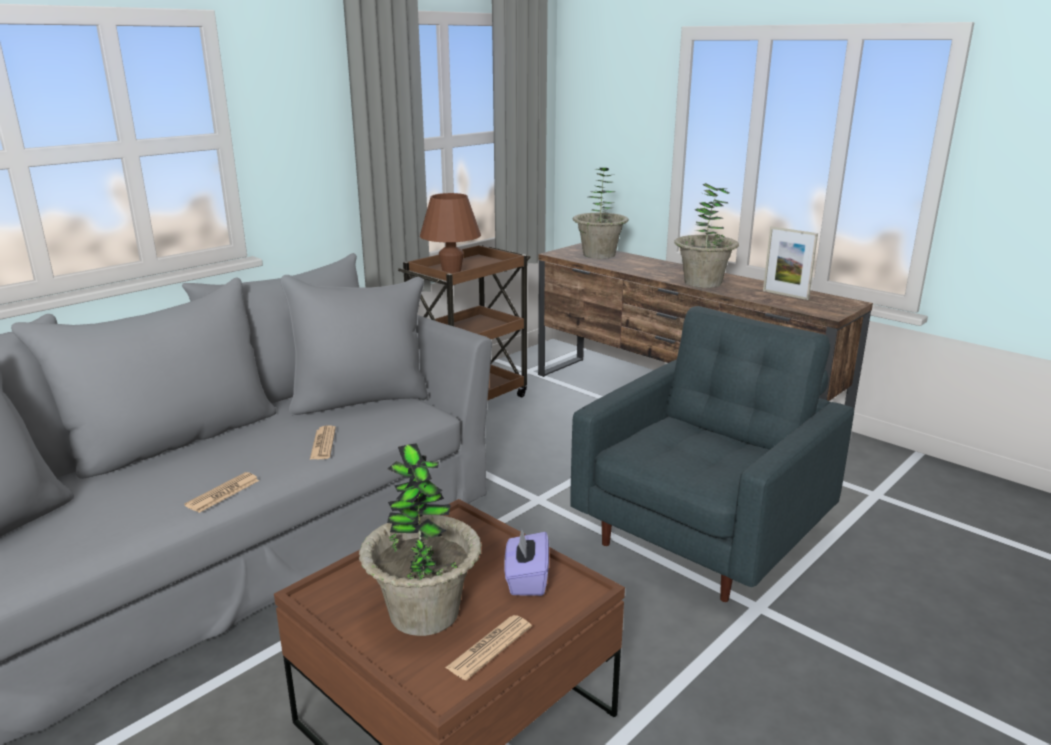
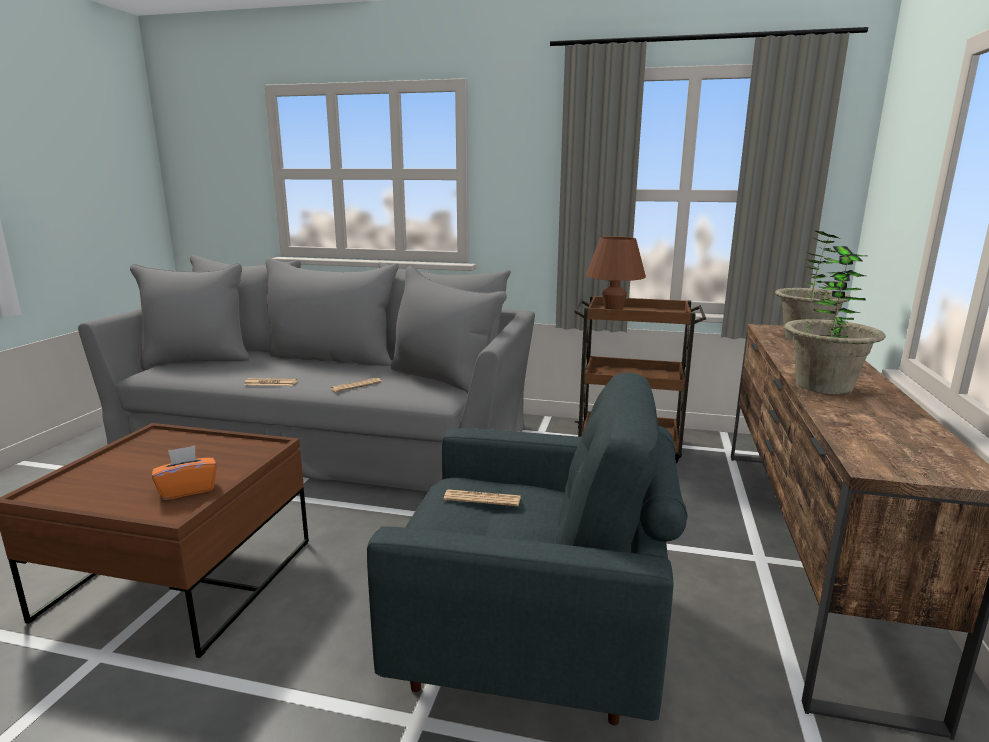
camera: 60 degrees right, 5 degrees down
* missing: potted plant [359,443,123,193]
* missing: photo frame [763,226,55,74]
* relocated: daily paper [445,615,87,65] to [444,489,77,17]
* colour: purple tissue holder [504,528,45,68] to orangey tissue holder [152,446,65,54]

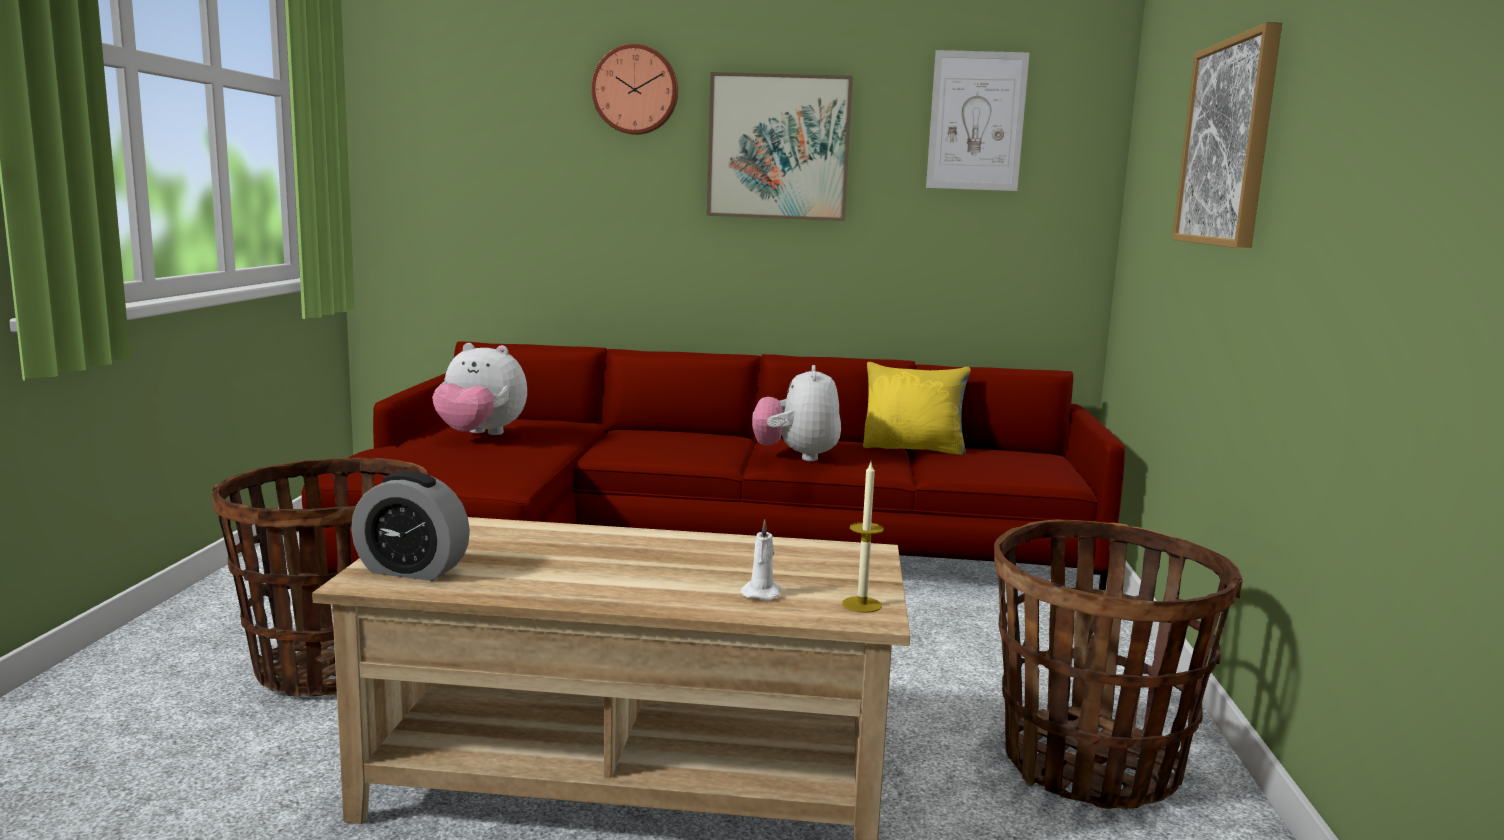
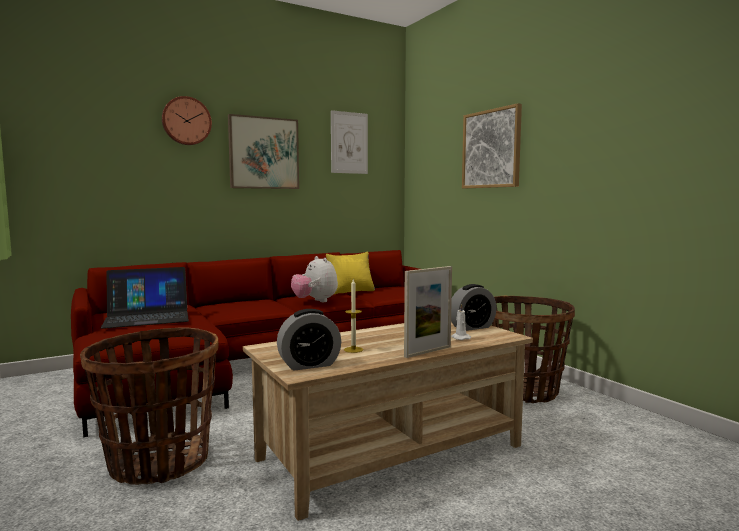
camera: 35 degrees left, 5 degrees down
* appeared: photo frame [404,266,48,92]
* appeared: table clock [451,284,45,47]
* relocated: wax candle [842,462,42,151] to [344,279,19,74]
* exchanged: cuddly toy [432,343,95,92] to laptop [101,267,88,62]

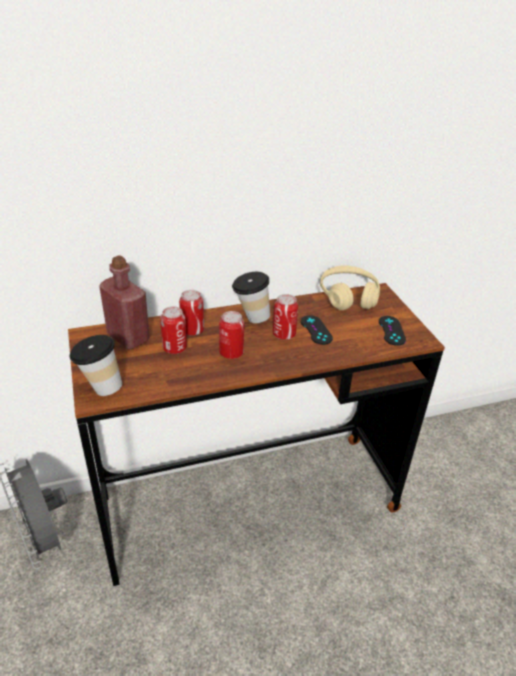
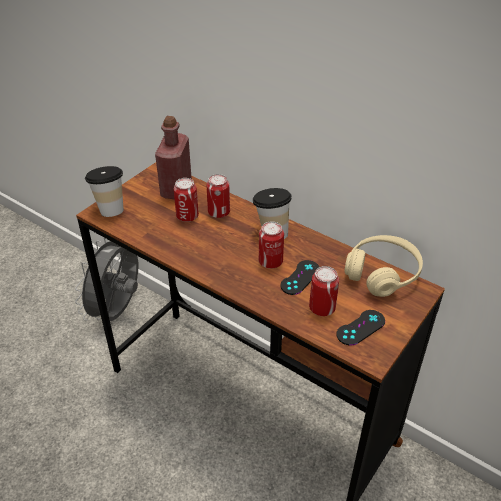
camera: 55 degrees right, 5 degrees up
* relocated: sealed can [219,311,25,48] to [309,266,30,50]

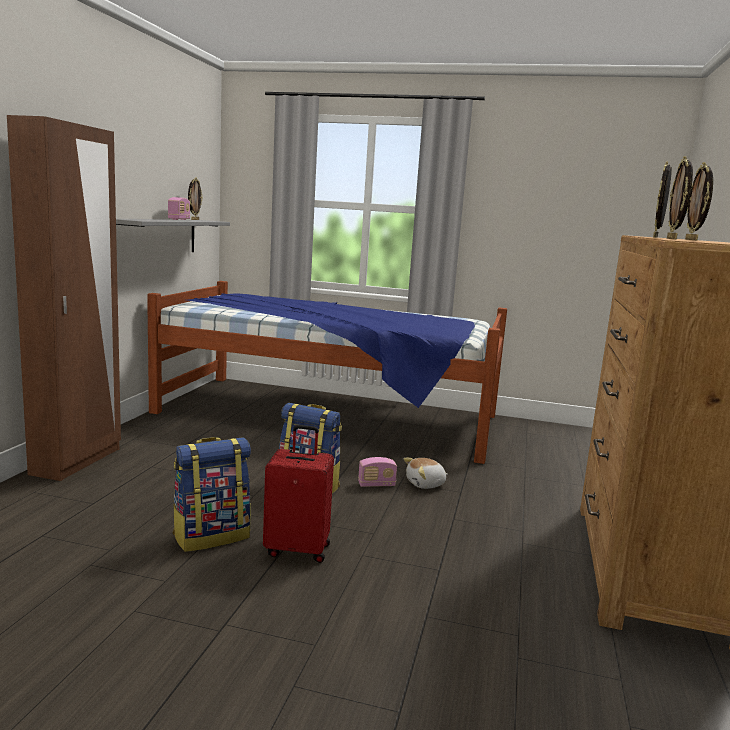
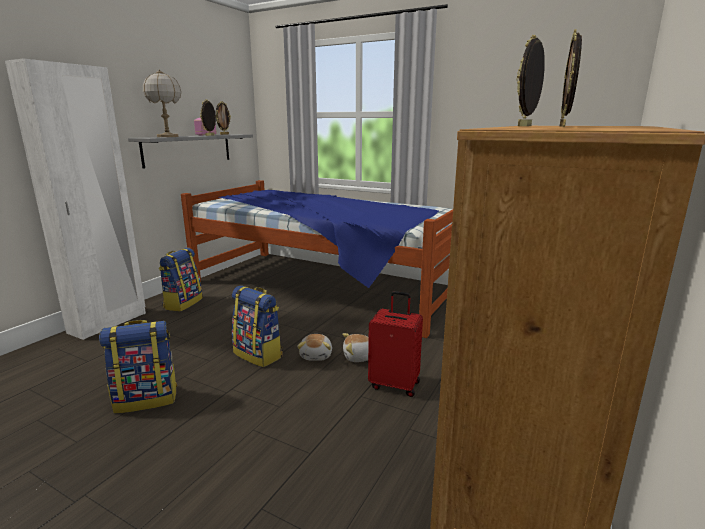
camera: 15 degrees right, 5 degrees up
* appeared: table lamp [143,69,38,68]
* appeared: knapsack [159,248,44,64]
* relocated: red travel case [263,425,71,138] to [368,291,55,106]
* relocated: photo frame [667,156,26,83] to [200,99,16,37]
* exchanged: radio [358,457,39,30] to cuddly toy [297,334,35,27]
* colour: brownish armoire [7,115,114,366] to white armoire [5,58,141,282]

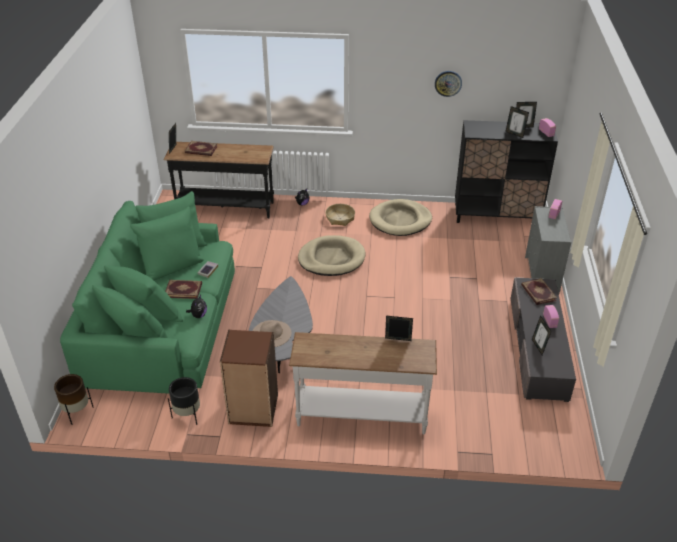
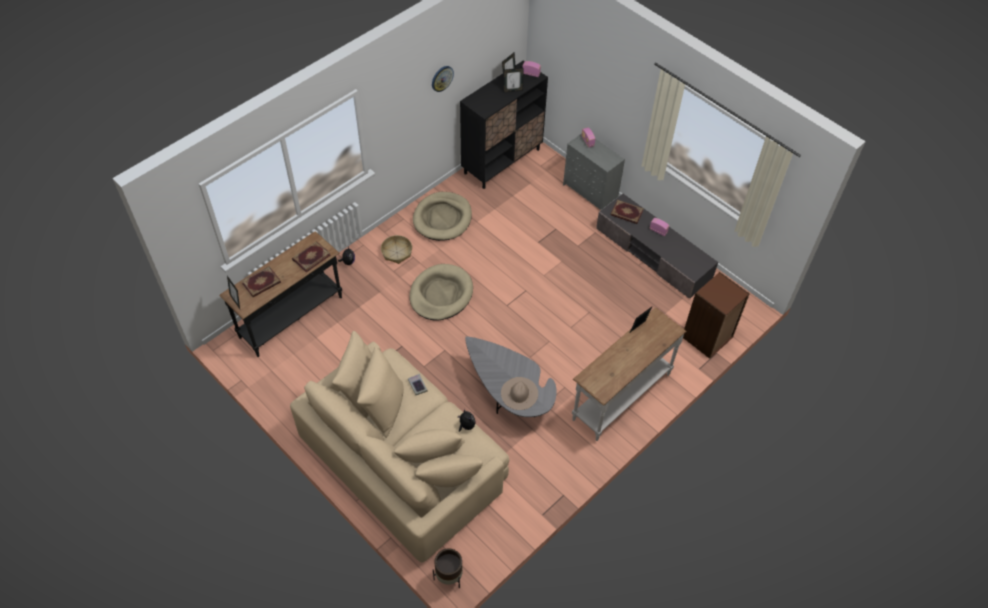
camera: 50 degrees left, 15 degrees up
* missing: blackish planter [168,377,32,48]
* missing: photo frame [532,315,19,40]
* relocated: volume [165,280,37,19] to [292,241,39,31]
* relocated: brownish bookshelf [220,329,58,98] to [683,272,66,87]
* colour: greenish sofa [60,191,175,203] to sand-coloured sofa [290,331,219,232]

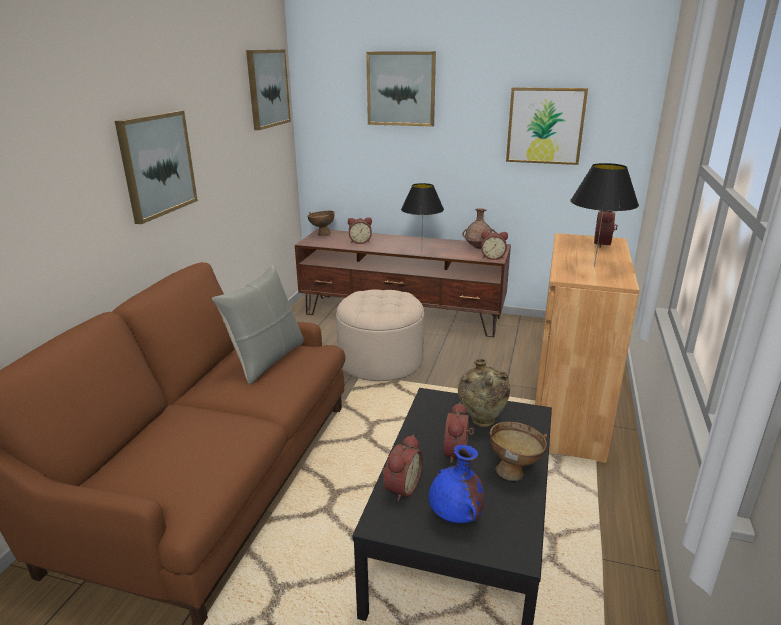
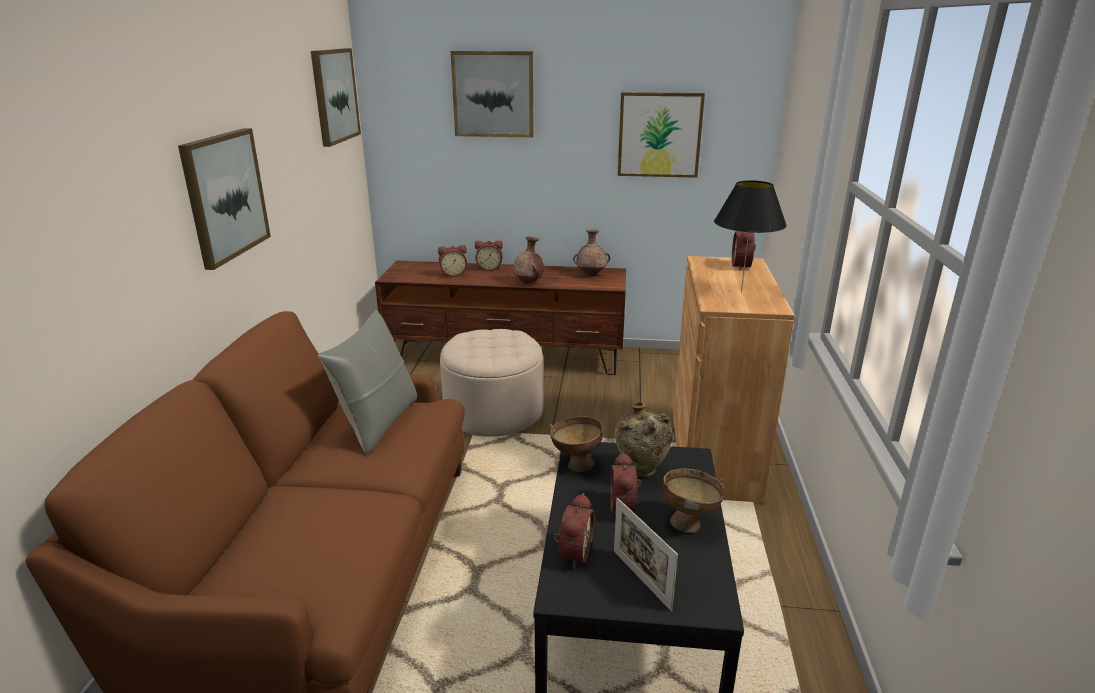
camera: 10 degrees left, 0 degrees up
* relocated: brownish serving bowl [308,211,27,25] to [549,416,55,56]
* relocated: table clock [481,231,27,29] to [475,240,28,31]
* exchanged: blackish table lamp [401,183,43,69] to brownish flower vase [513,236,31,48]
* exchanged: bluish flower vase [429,445,56,78] to photo frame [614,498,64,113]

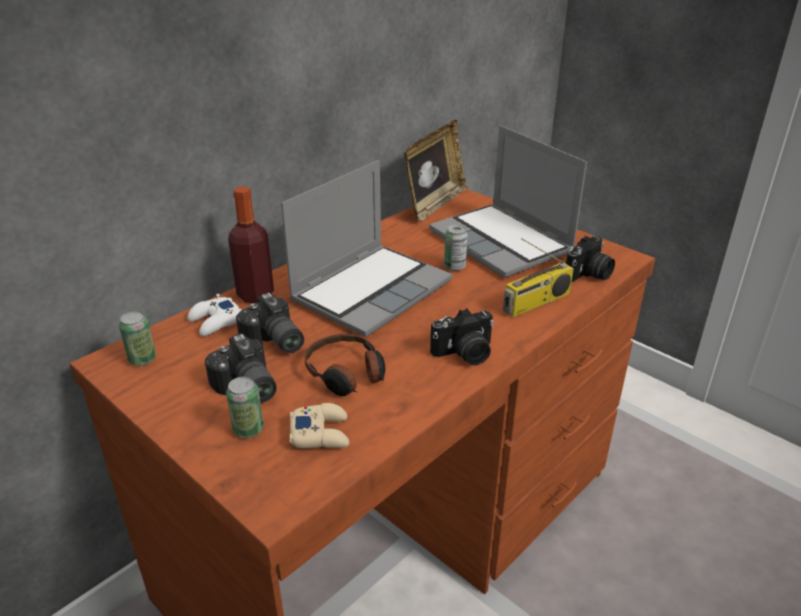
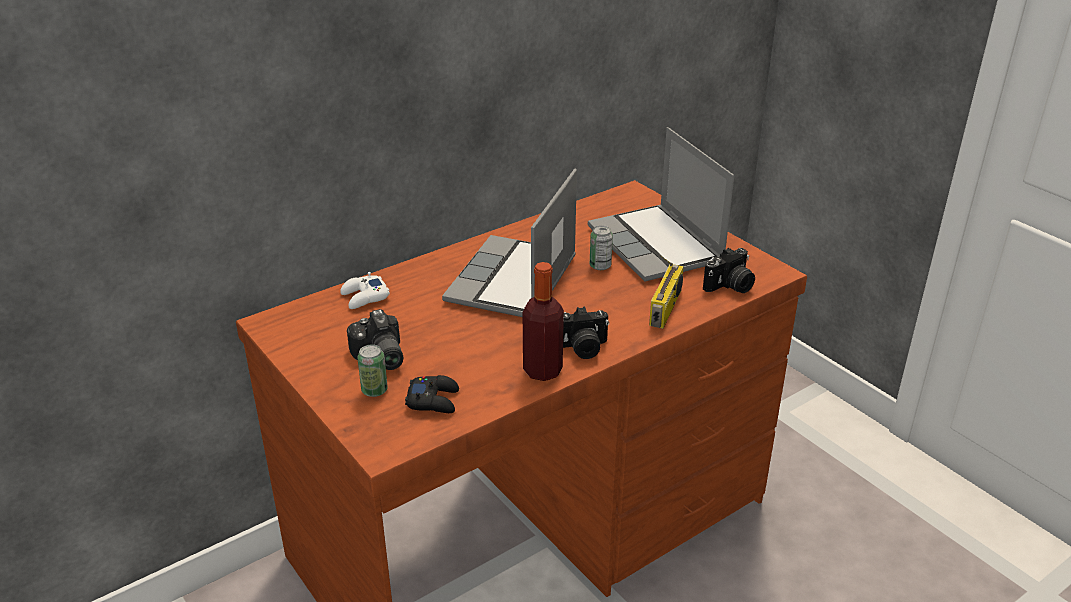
camera: 10 degrees right, 0 degrees up
* missing: sealed can [119,311,37,55]
* missing: still camera [236,292,68,61]
* missing: headphones [305,334,80,62]
* missing: photo frame [404,120,64,102]
* relocated: beverage bottle [228,186,46,117] to [523,262,41,119]
* colour: sand-coloured gamepad [290,403,59,46] to blackish gamepad [405,375,54,38]
* spun: laptop [281,160,172,177] = [442,168,135,149] 150 degrees clockwise
* spun: radio [503,238,71,79] = [649,254,35,75] 45 degrees counterclockwise

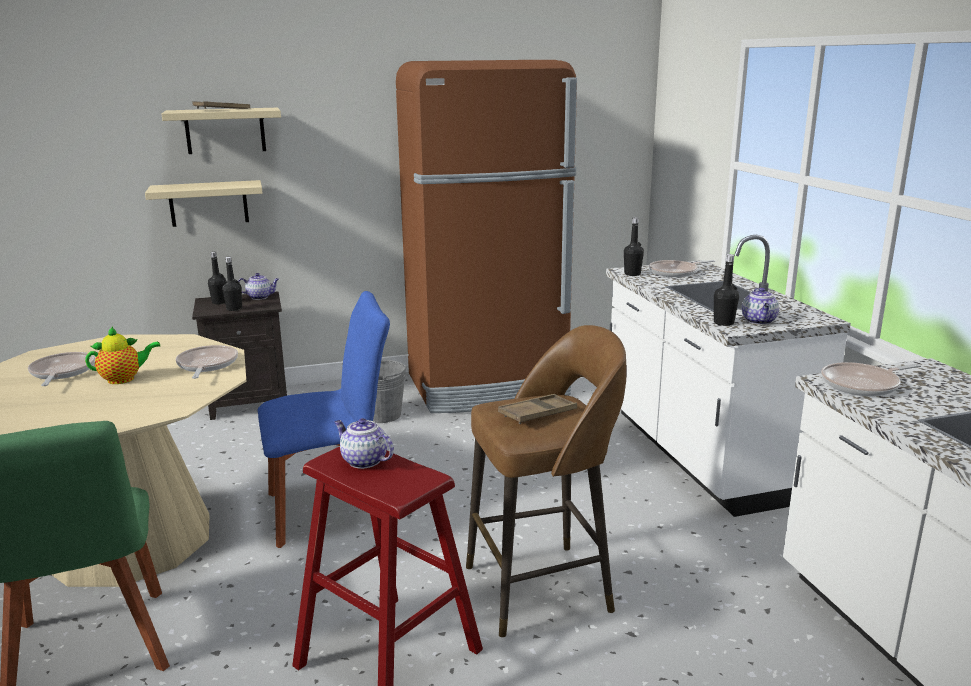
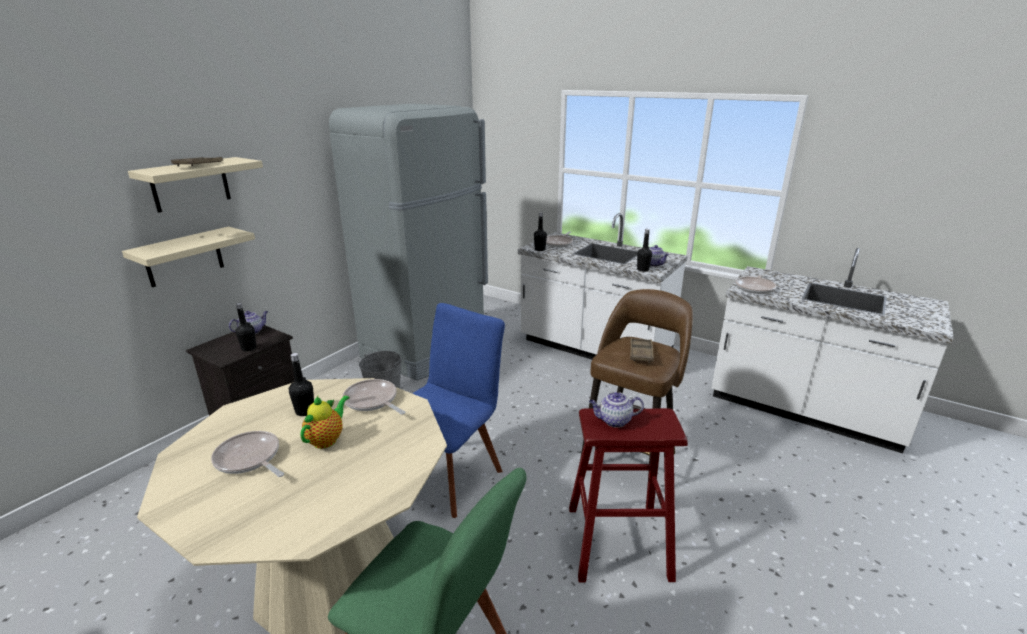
camera: 40 degrees left, 5 degrees up
* relocated: blackish beverage bottle [208,252,19,53] to [289,353,25,63]
* colour: brownish kitchen fridge [396,60,181,353] to greyish kitchen fridge [329,104,159,277]

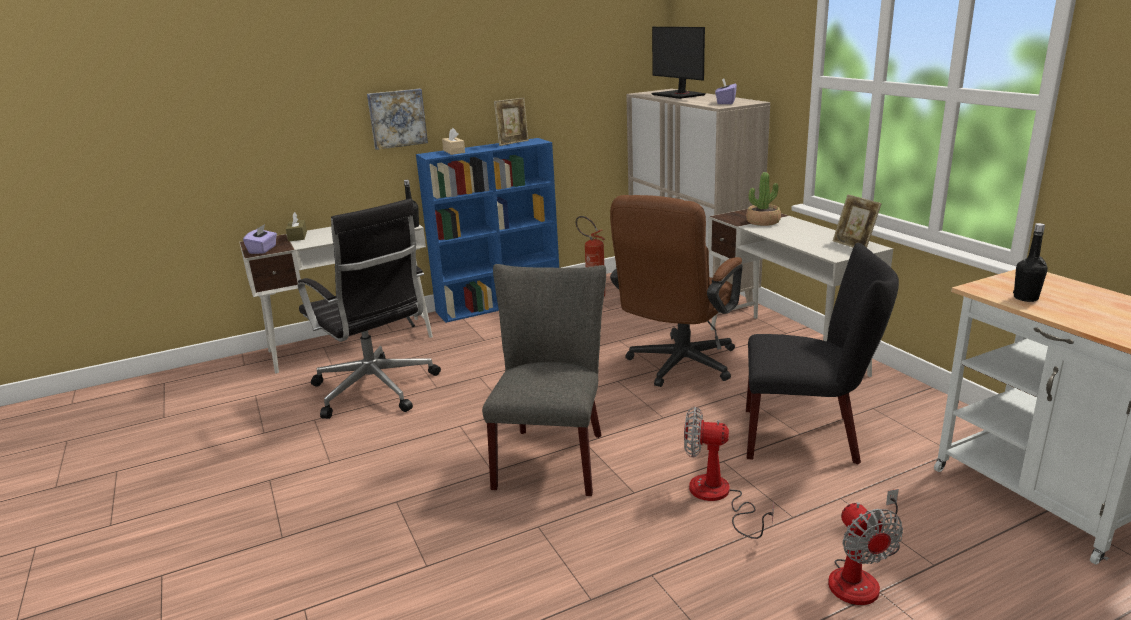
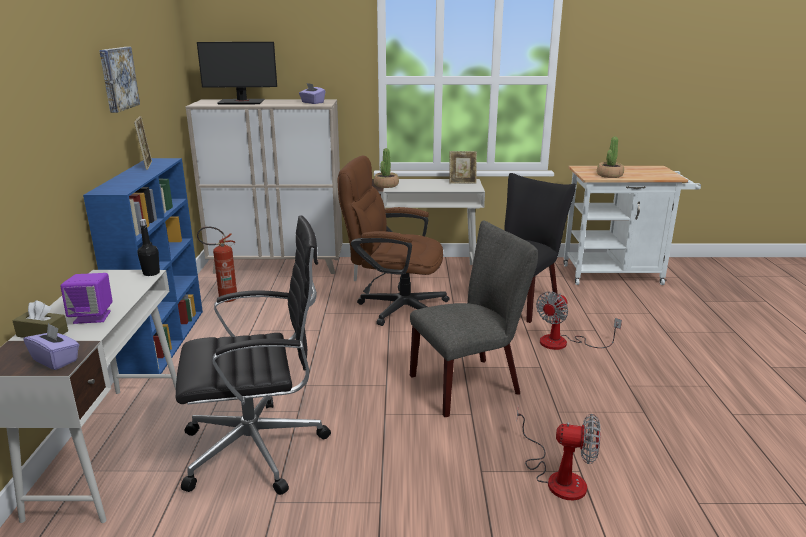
camera: 65 degrees left, 0 degrees up
* missing: sand-coloured tissue holder [442,128,23,27]
* appeared: purple loudspeaker [60,273,53,51]
* relocated: picture [367,88,61,62] to [99,47,41,66]
* relocated: fan [828,489,75,116] to [517,405,83,96]
* exchanged: blackish beverage bottle [1013,223,35,79] to potted plant [597,137,27,41]
* spun: greyish plain chair [482,264,124,232] = [410,220,128,197] 120 degrees clockwise
* spun: brownish desk chair [610,195,133,192] = [337,156,113,170] 135 degrees clockwise

